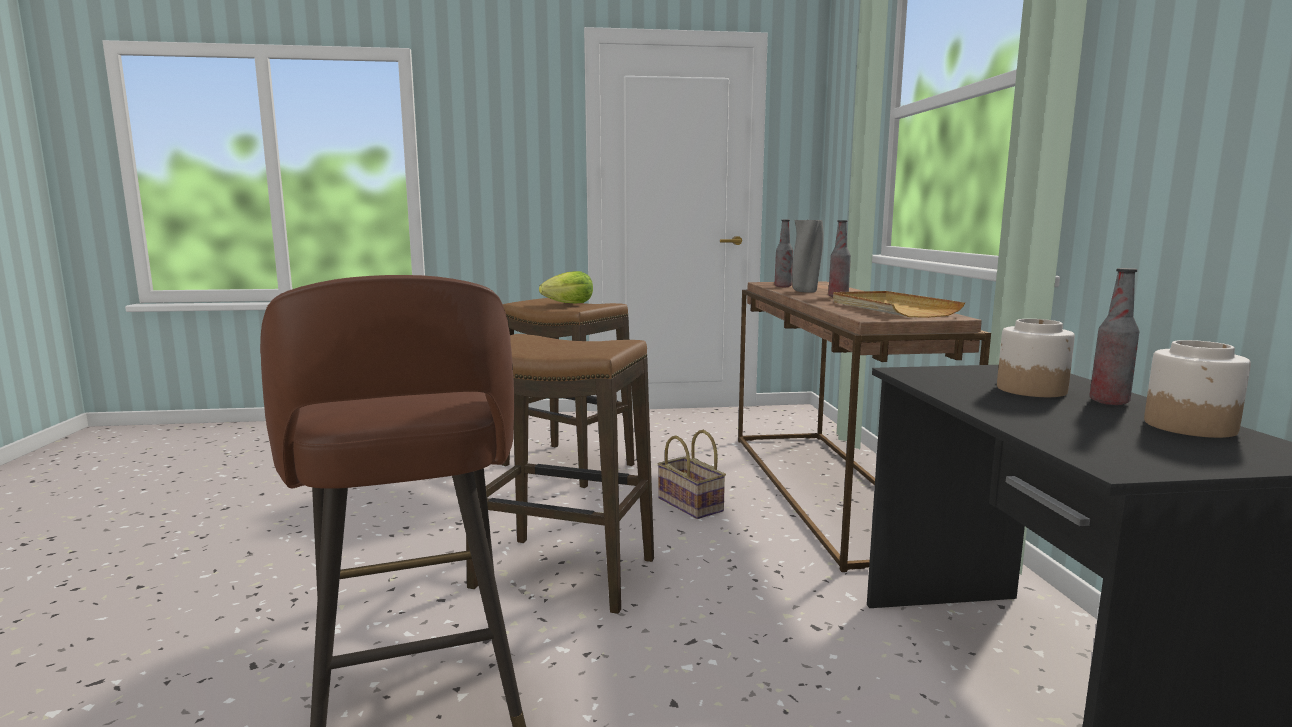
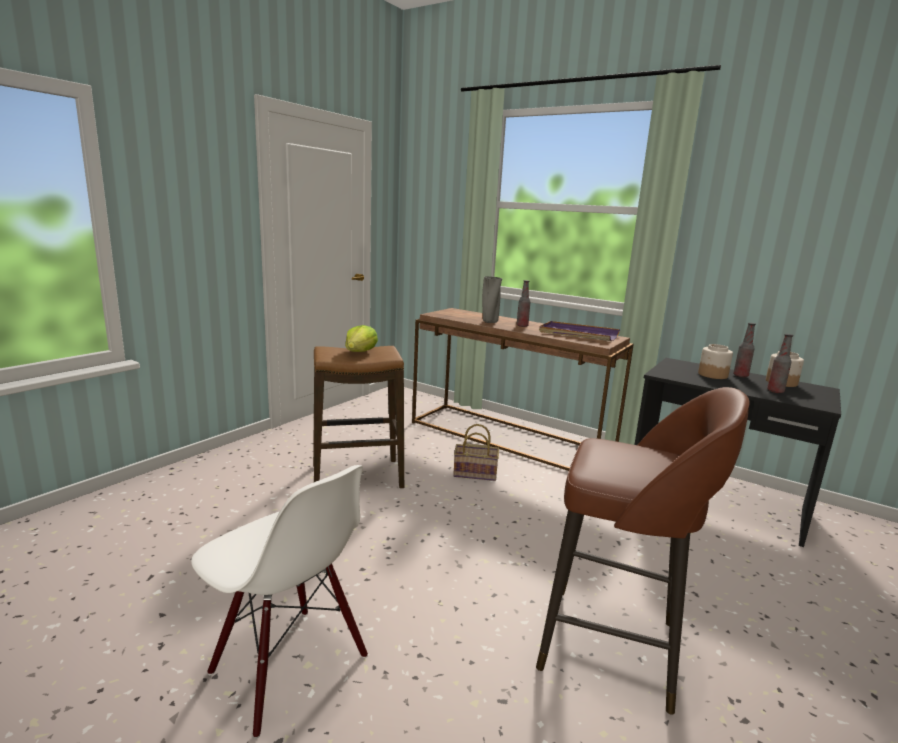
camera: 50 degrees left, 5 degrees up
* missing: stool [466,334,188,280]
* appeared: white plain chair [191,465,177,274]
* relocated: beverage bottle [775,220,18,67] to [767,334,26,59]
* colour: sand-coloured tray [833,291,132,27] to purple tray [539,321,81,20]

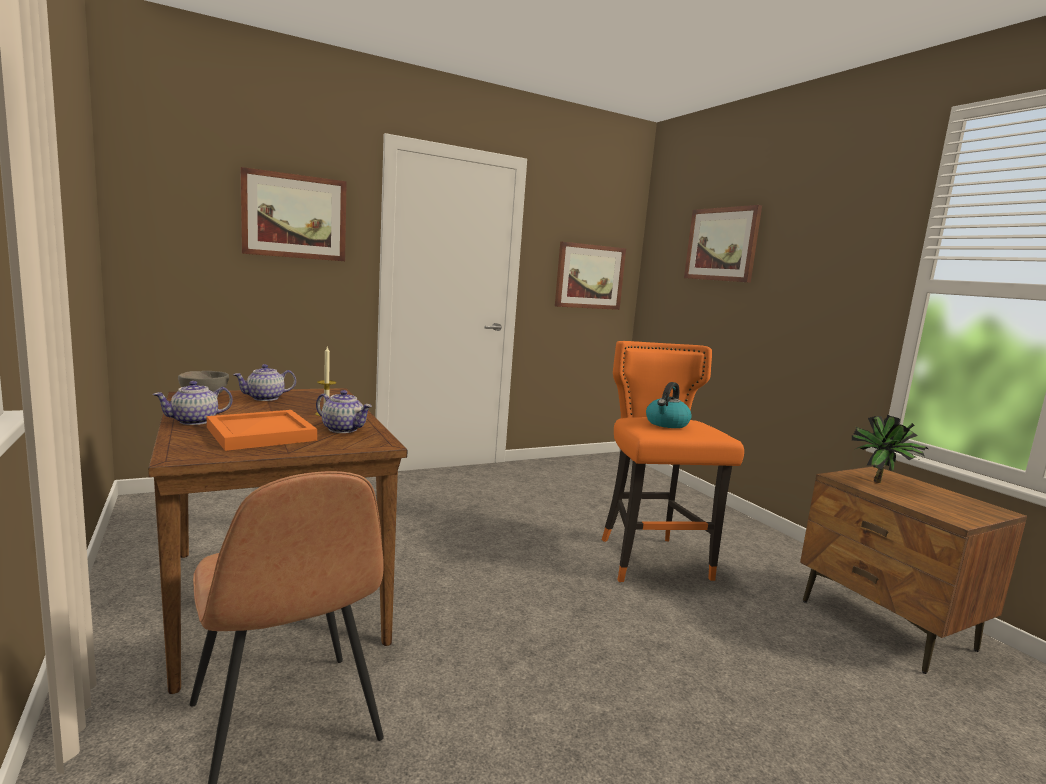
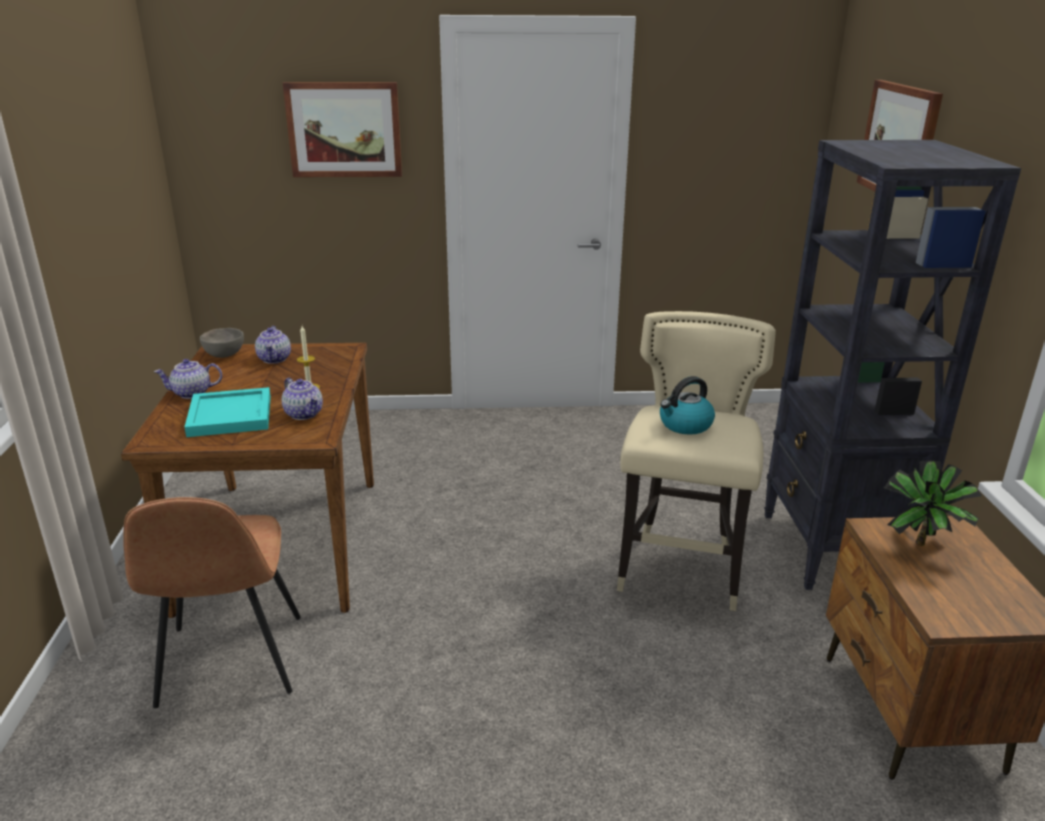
camera: 25 degrees right, 15 degrees up
* missing: picture [555,242,71,68]
* appeared: blackish bookshelf [764,140,257,450]
* colour: orangey tray [207,410,110,41] to turquoise tray [184,387,87,50]
* colour: orangey stool [602,341,142,241] to sand-coloured stool [617,311,159,300]
* spun: tea pot [233,364,63,37] = [255,326,36,38] 90 degrees counterclockwise

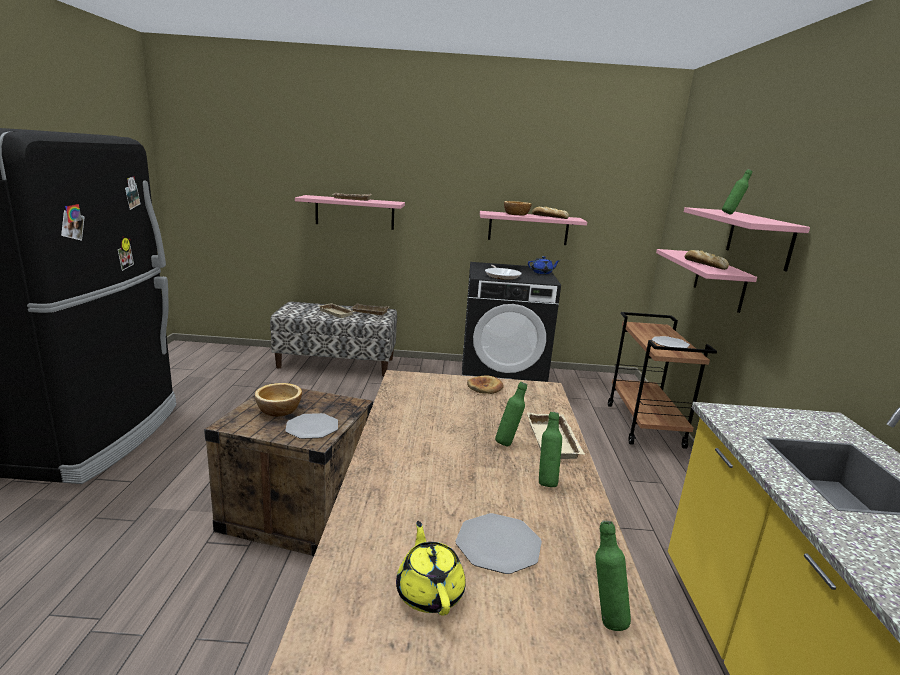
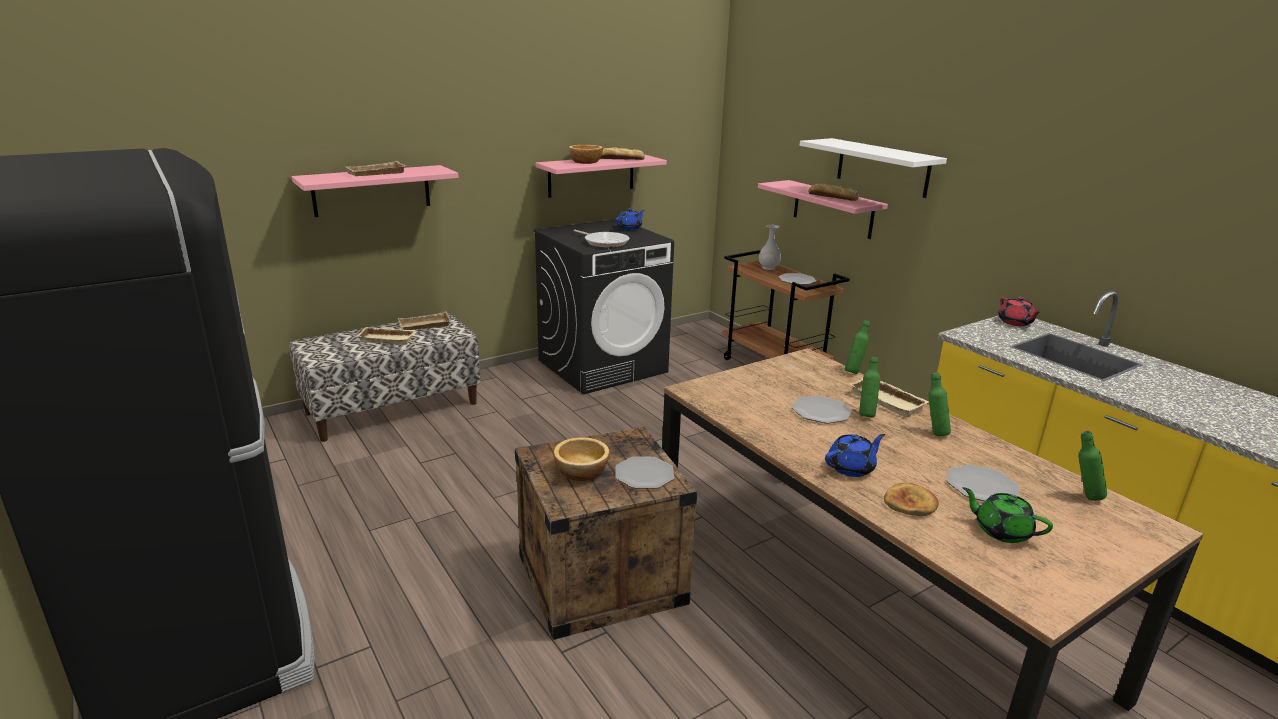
camera: 35 degrees left, 5 degrees up
* appeared: white flower vase [759,225,22,45]
* appeared: flat dish [792,395,60,29]
* appeared: bluish tea pot [825,434,60,43]
* appeared: red tea pot [998,297,43,29]
* relocated: bread [467,375,36,19] to [884,483,55,33]
* relocated: greenish beverage bottle [722,169,30,45] to [845,320,25,54]
* colour: yellow-coloured tea pot [396,521,70,95] to greenish tea pot [963,487,90,56]
* colour: pinkish bracket shelf [684,207,126,65] to white bracket shelf [800,138,147,60]

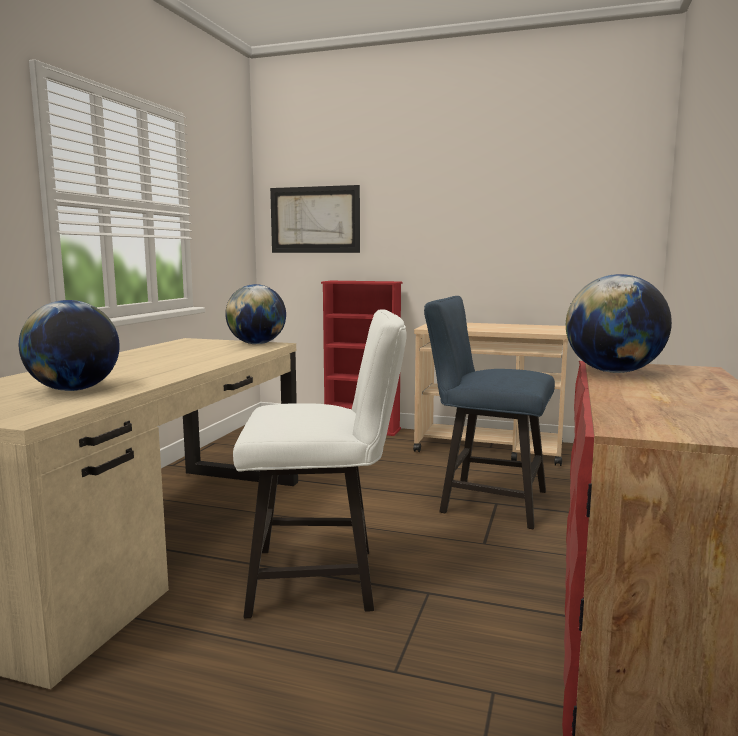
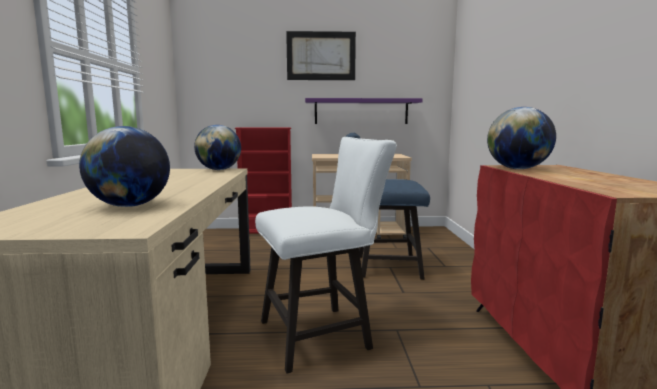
camera: 20 degrees left, 0 degrees up
* appeared: purple bracket shelf [305,98,118,26]
* relocated: picture [270,185,90,68] to [286,31,70,49]

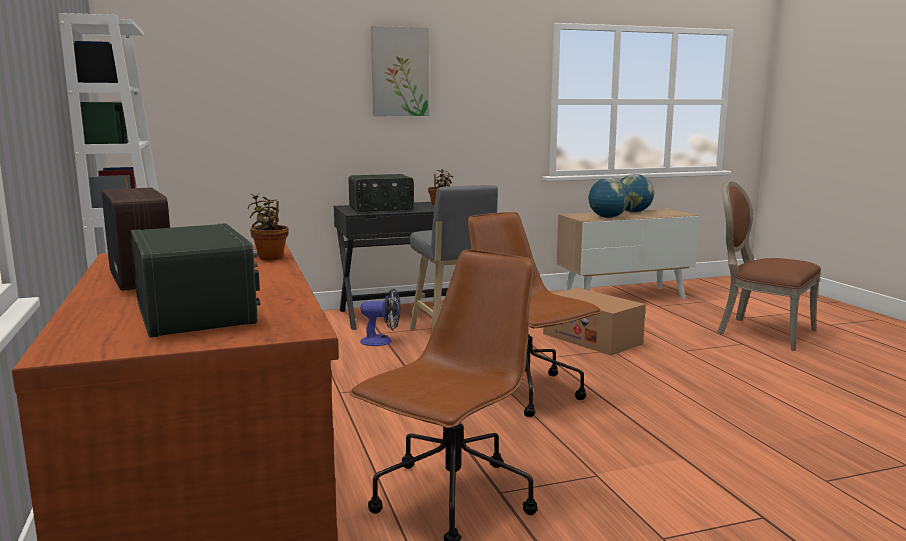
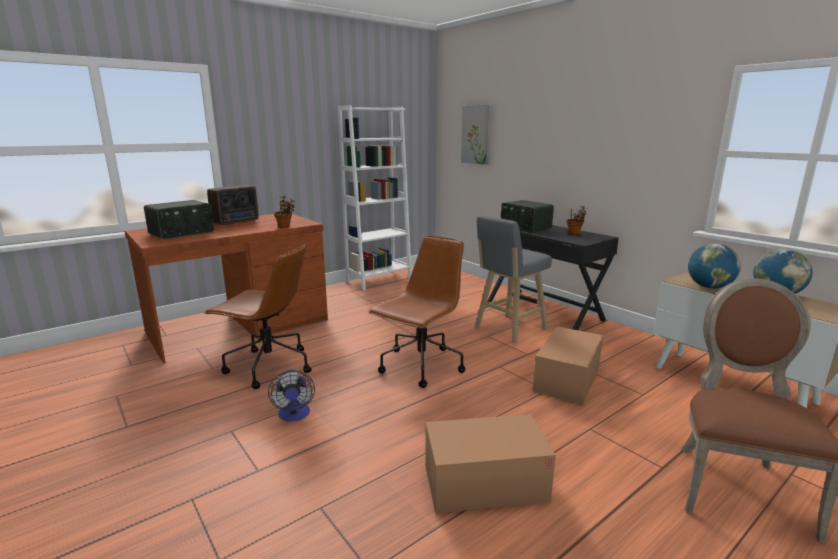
camera: 70 degrees right, 5 degrees up
* appeared: packing box [425,414,131,99]
* relocated: fan [360,289,40,57] to [268,370,47,52]
* relocated: picture [371,26,58,90] to [461,105,31,60]

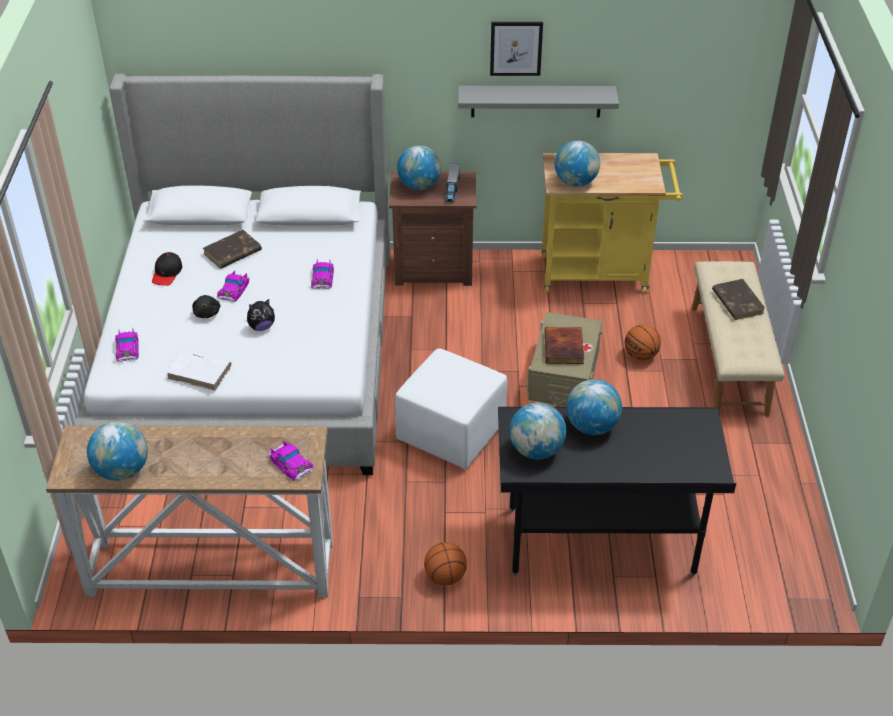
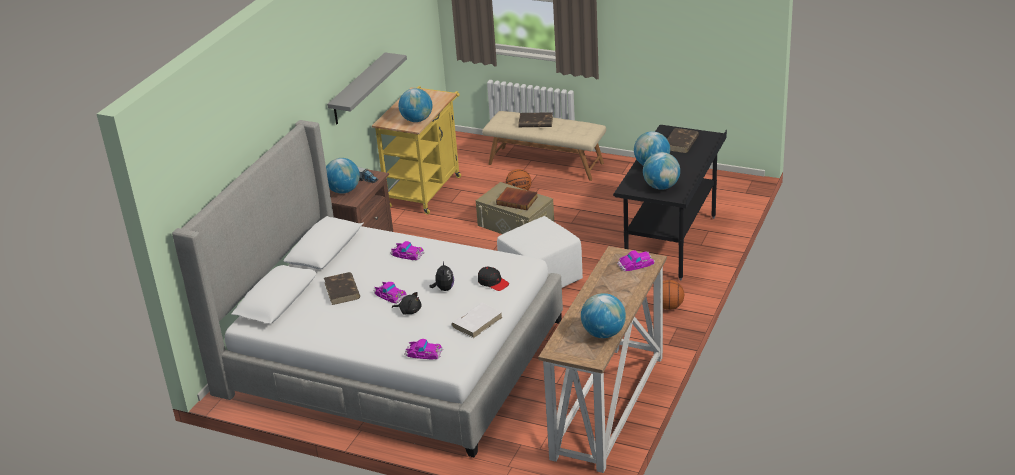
camera: 65 degrees left, 10 degrees down
* missing: picture [490,22,53,54]
* appeared: brownish volume [667,128,32,25]
* relocated: blackish cap [152,252,30,34] to [478,267,31,24]

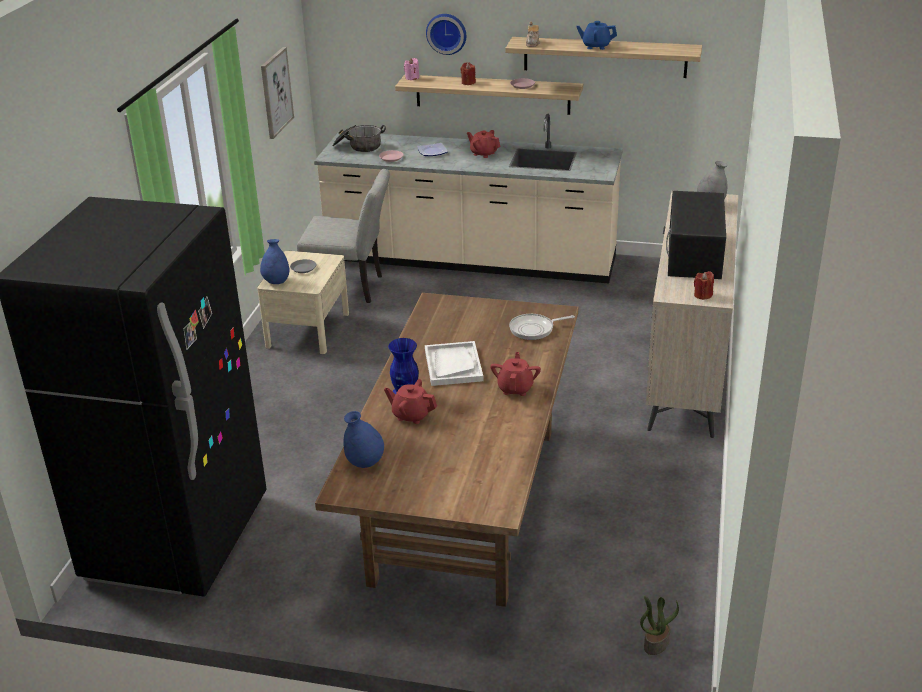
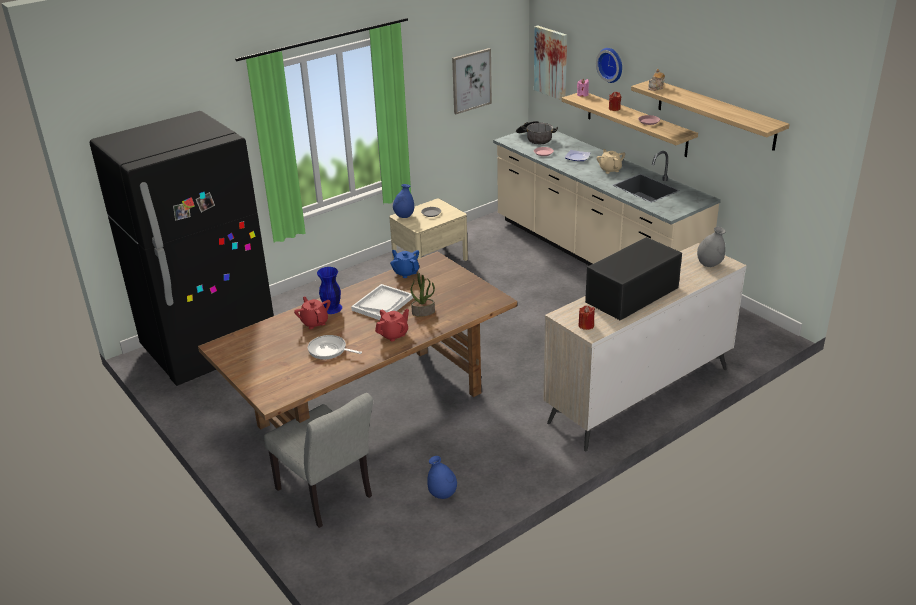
camera: 40 degrees right, 0 degrees up
* appeared: picture [534,25,33,76]
* relocated: greyish plain chair [297,169,93,134] to [264,393,109,135]
* relocated: bluish flower vase [343,411,41,57] to [427,456,30,43]
* relocated: pan [509,314,66,26] to [308,335,54,24]
* relocated: bluish tea pot [576,21,41,29] to [390,250,29,28]
* relocated: potted plant [640,596,39,59] to [411,273,24,43]
* colour: red tea pot [467,130,33,28] to sand-coloured tea pot [597,149,28,25]

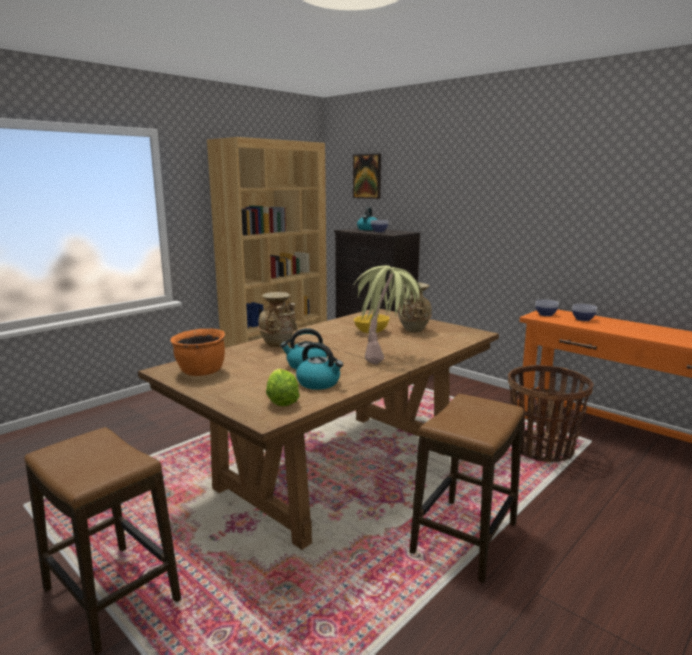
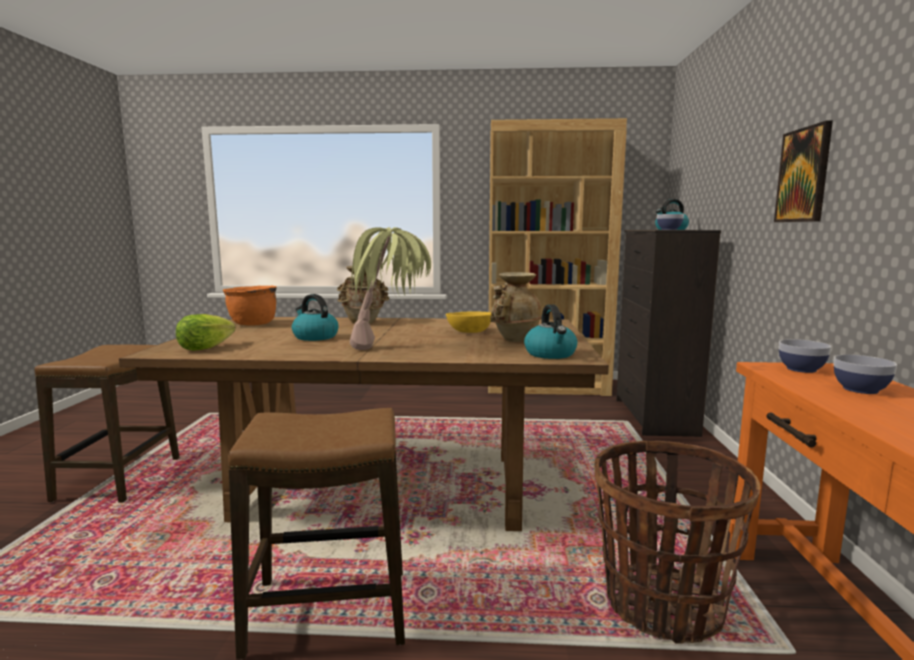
camera: 50 degrees right, 5 degrees down
* relocated: water kettle [296,342,47,48] to [524,304,53,55]
* relocated: picture [353,154,28,45] to [774,120,59,102]

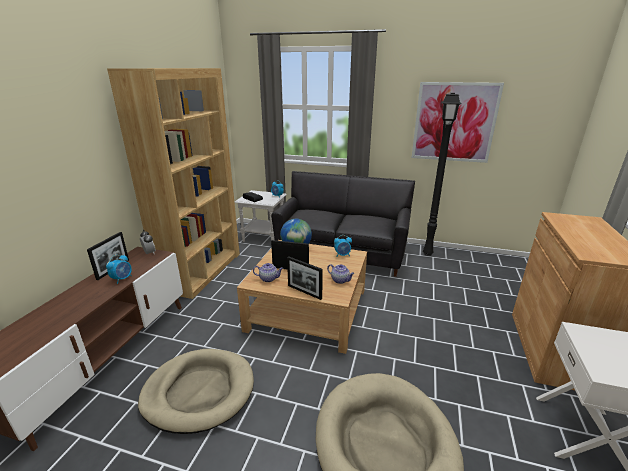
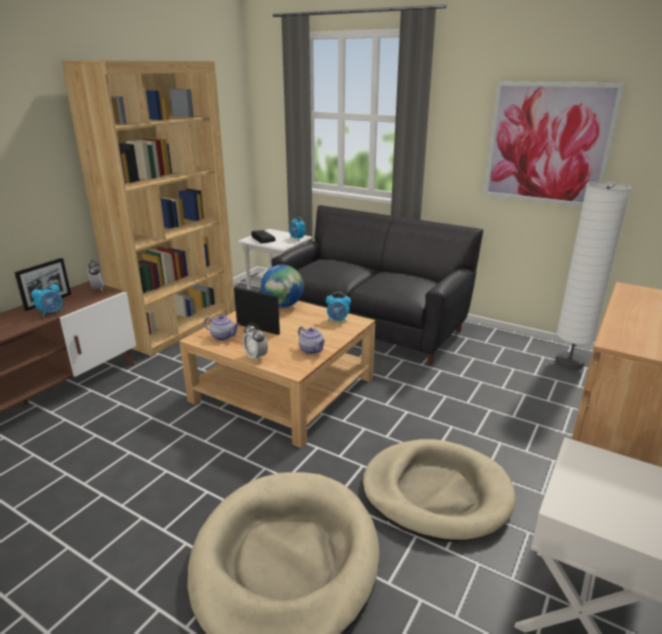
camera: 15 degrees right, 0 degrees up
* missing: blackish standing lamp [423,93,38,163]
* appeared: white standing lamp [555,182,76,187]
* relocated: sand-coloured dog cushion [138,349,116,85] to [363,439,153,103]
* exchanged: photo frame [287,256,36,44] to table clock [243,322,25,40]

